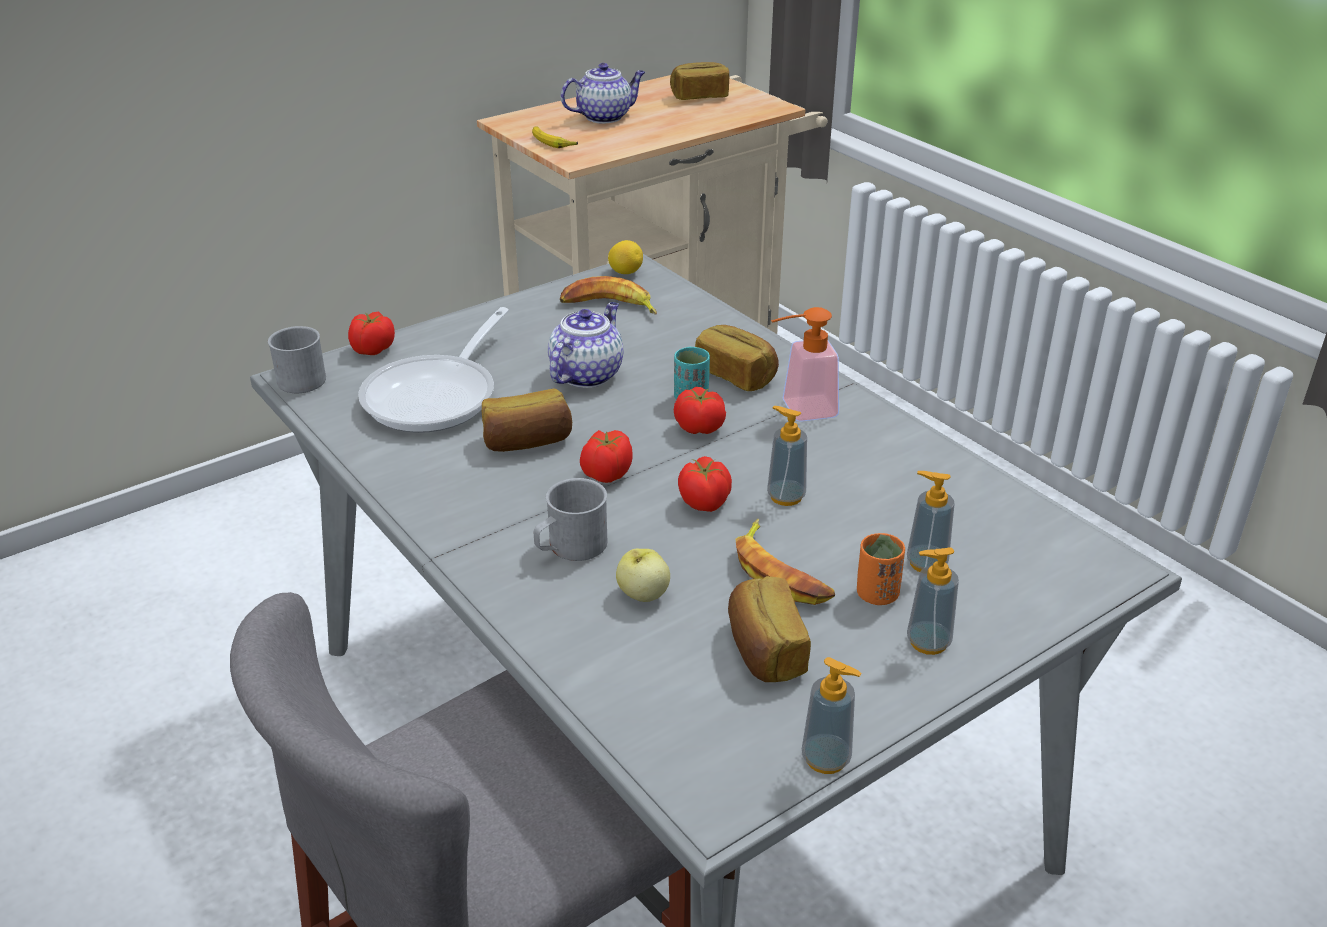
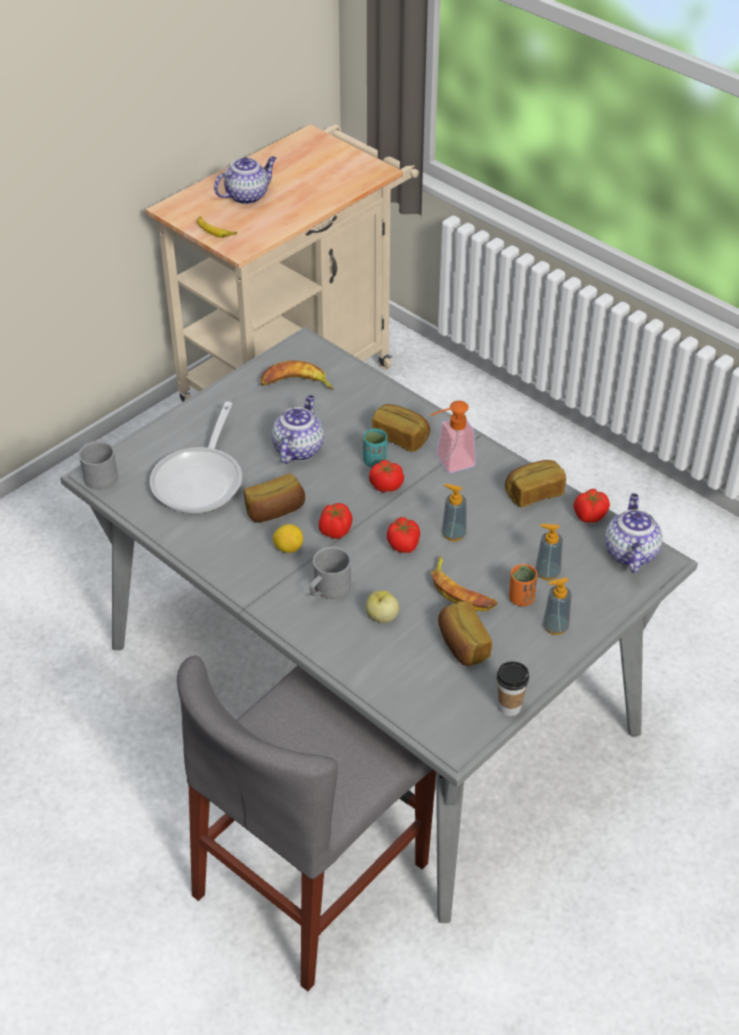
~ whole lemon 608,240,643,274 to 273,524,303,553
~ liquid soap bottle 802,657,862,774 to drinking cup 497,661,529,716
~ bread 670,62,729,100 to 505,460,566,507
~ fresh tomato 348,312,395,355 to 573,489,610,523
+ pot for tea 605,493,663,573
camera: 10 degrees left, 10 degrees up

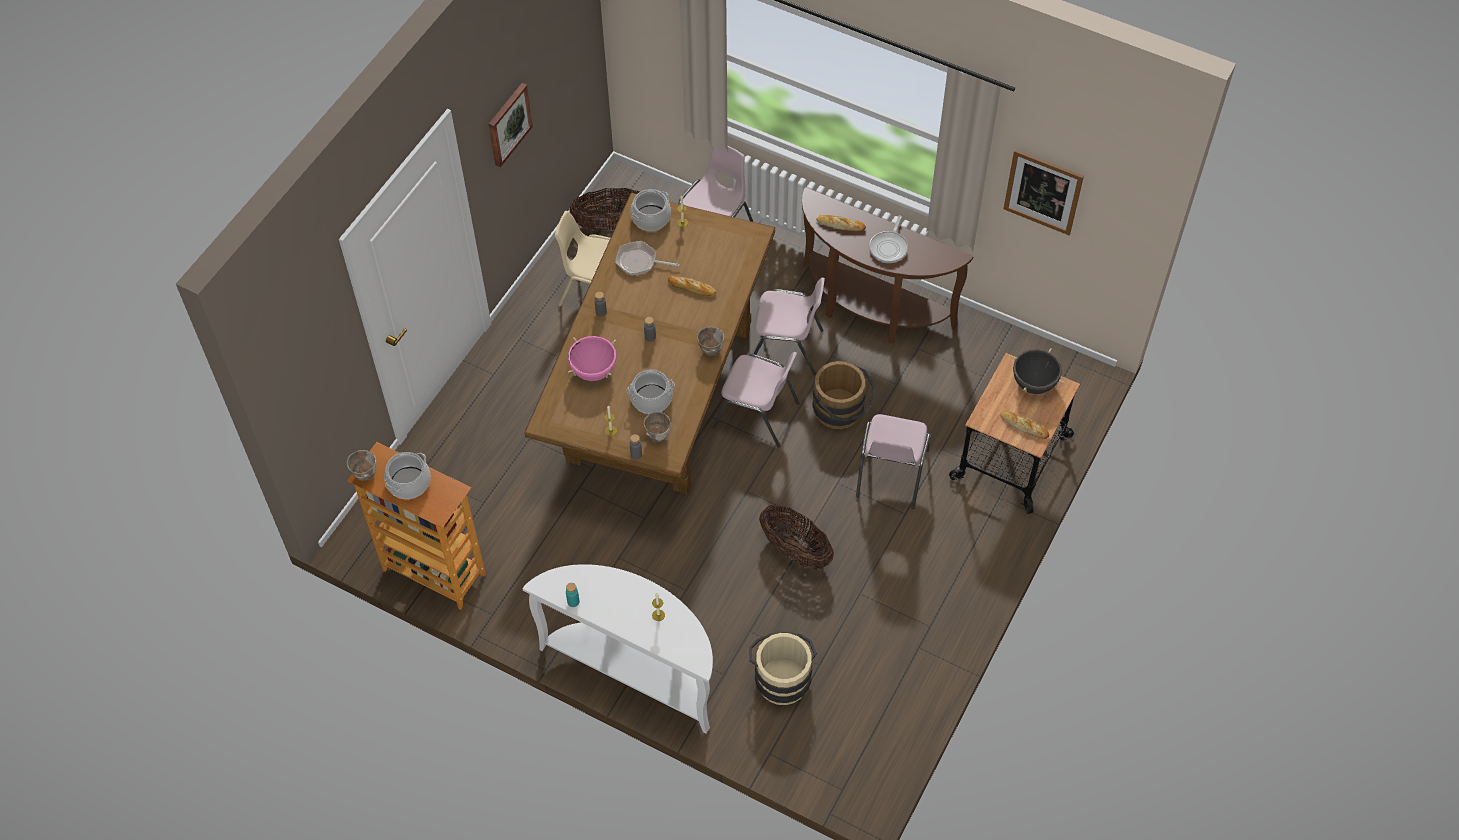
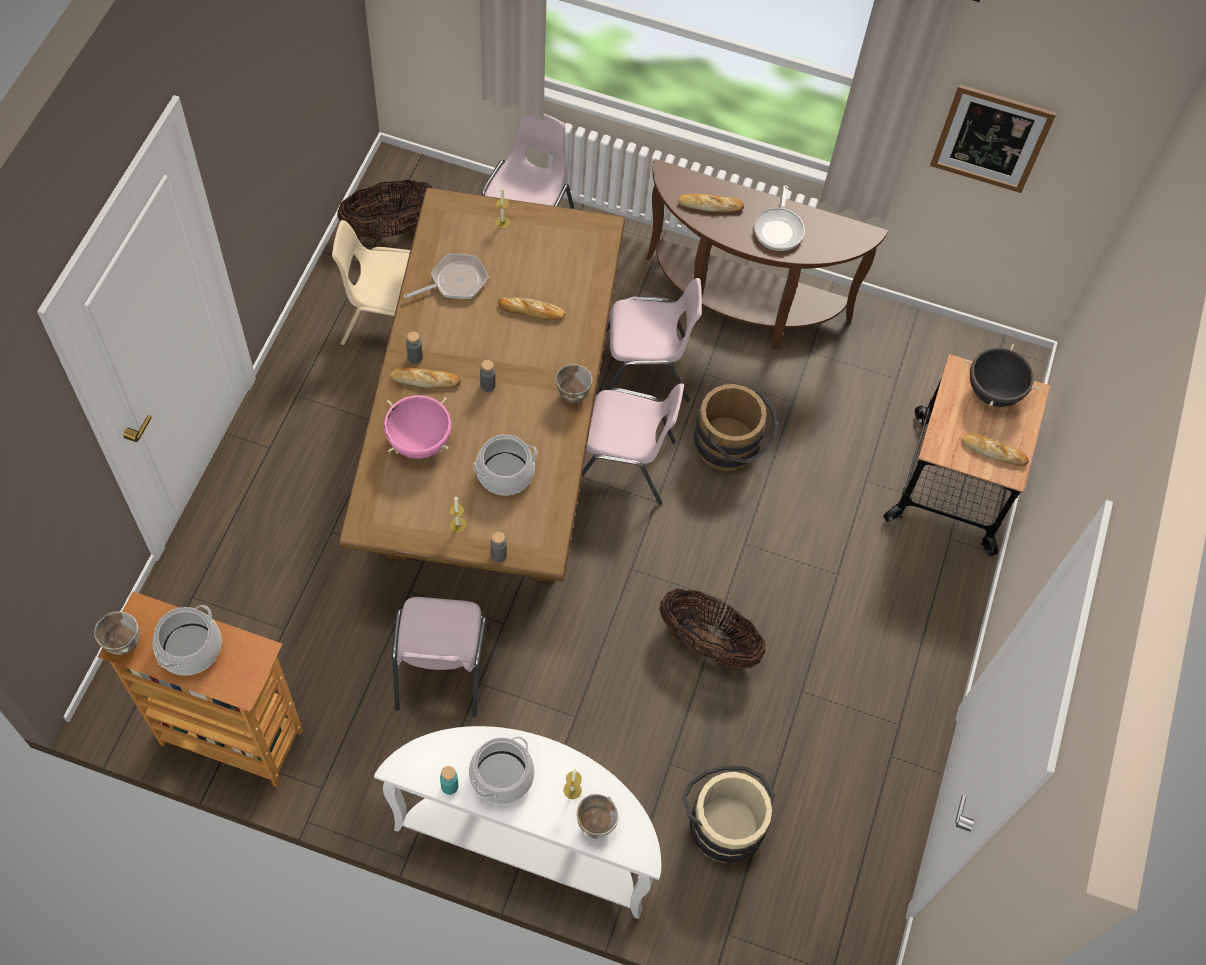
+ bread 390,368,461,388
~ chair in pink-coloured 856,414,931,509 to 392,597,490,717
~ pan 615,241,680,276 = 404,254,489,299 150 degrees clockwise
~ stockpot 630,189,671,231 to 469,737,535,805
~ deep dish 644,411,671,442 to 577,794,618,838
- wall picture 489,83,533,167
camera: 15 degrees left, 5 degrees up

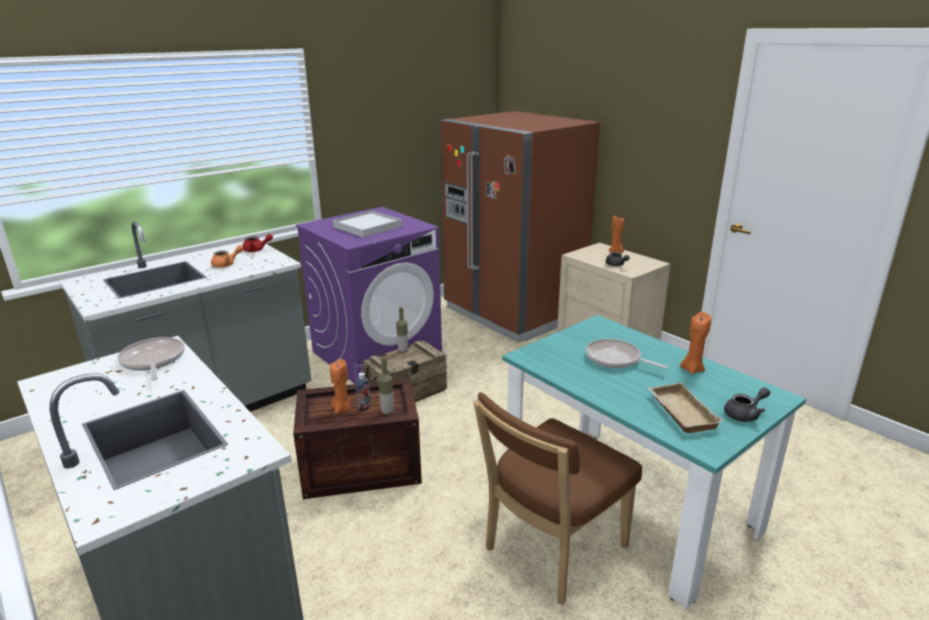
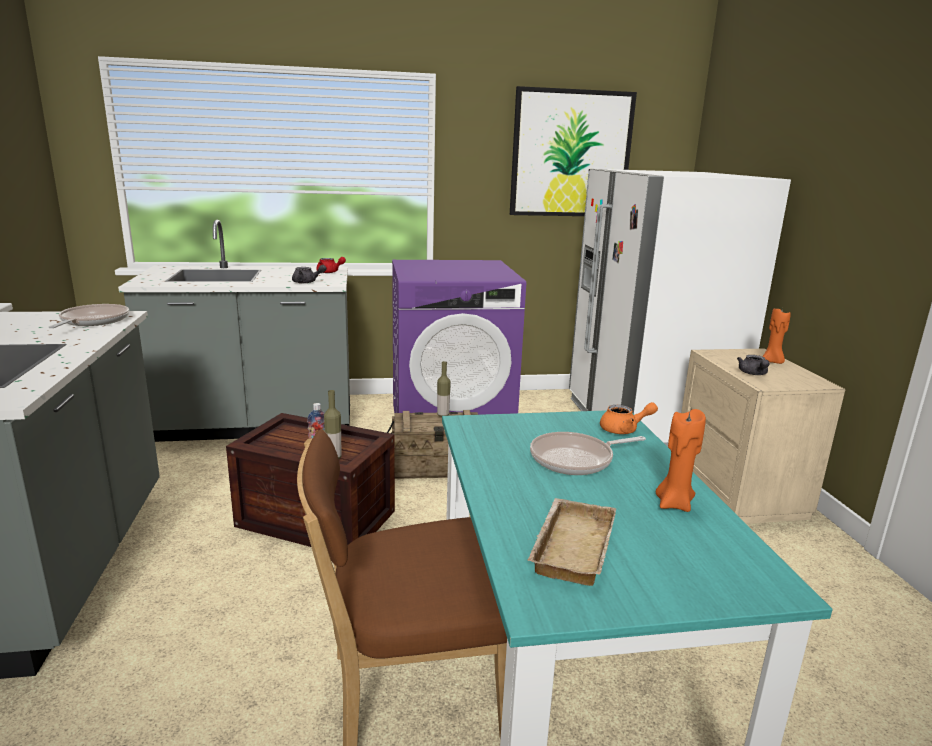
~ pot for tea in gray 724,387,770,422 to 292,265,327,283
+ wall picture 510,86,637,216
~ pan 586,339,668,369 = 530,432,646,475 90 degrees counterclockwise
~ refrigerator in brown 440,111,600,343 to refrigerator in whitish 569,169,791,447
~ pot for tea in orange-coloured 211,245,244,268 to 600,402,658,434
- candle in orange-coloured 330,359,351,414
- carrying tray in whitish 333,211,402,237
camera: 30 degrees right, 5 degrees down

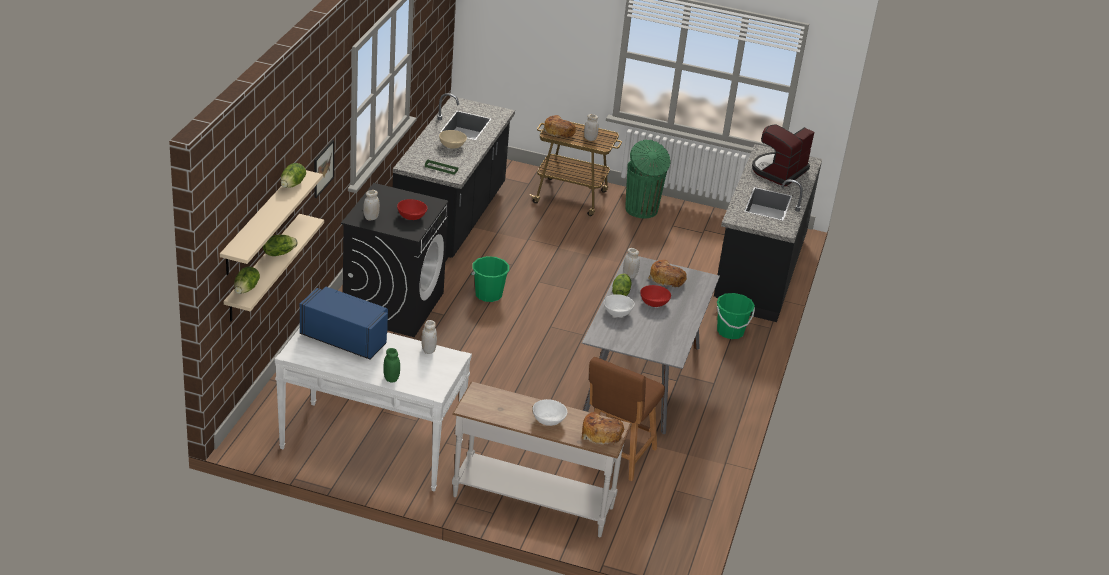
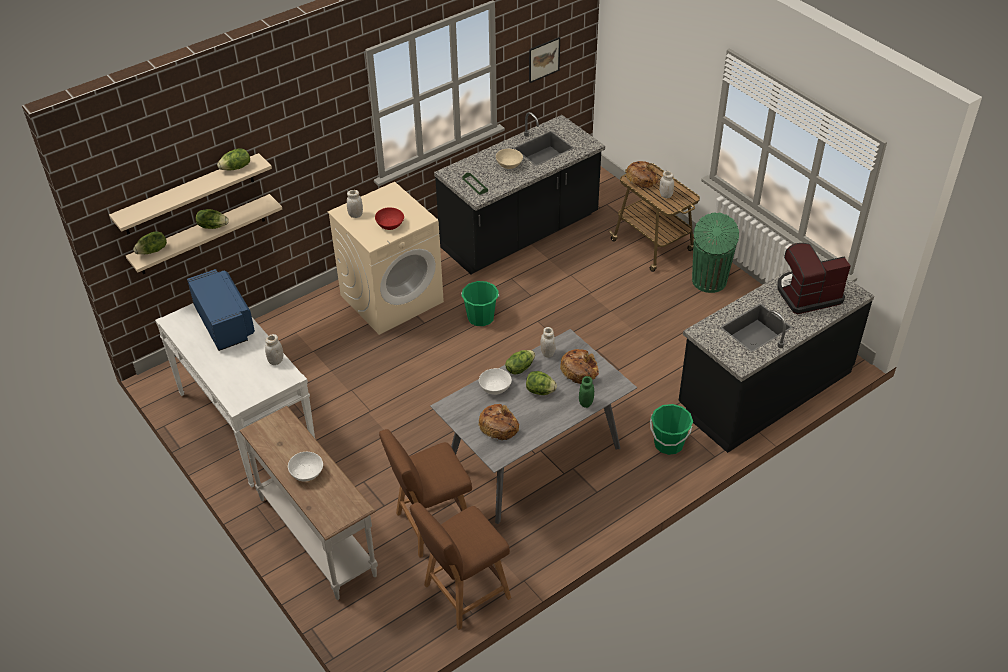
~ laundry machine in black 341,183,449,337 to laundry machine in beige 327,182,444,335
+ stool in brown 410,502,511,630
~ bread 582,412,625,445 to 478,404,519,441
~ deep dish in red-coloured 640,285,671,307 to lettuce head 526,371,557,395
~ wall picture 314,140,334,198 to 529,37,560,83
~ jar in green-coloured 383,348,400,382 to 579,376,594,408
camera: 40 degrees right, 10 degrees up

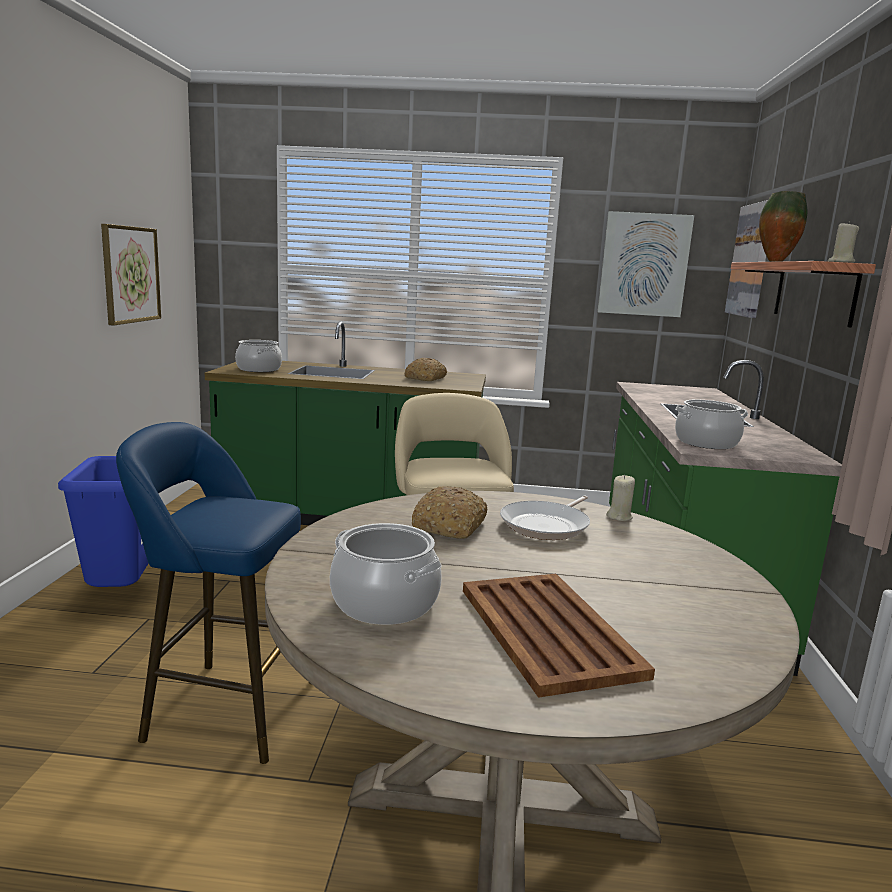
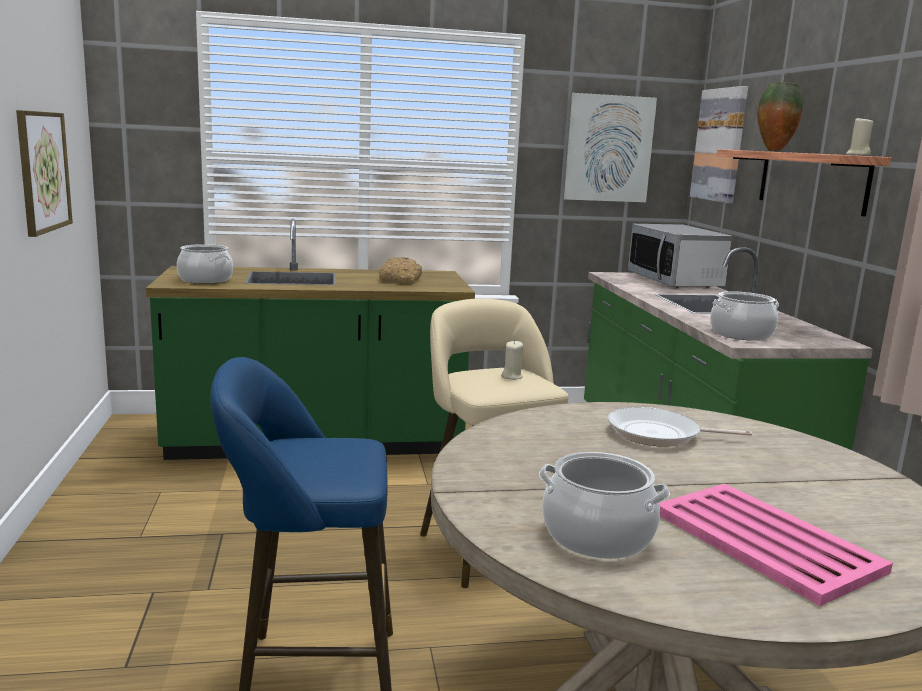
~ candle in beige 606,475,635,521 to 501,340,523,380
~ pan 500,496,590,540 = 608,407,752,447 75 degrees clockwise
+ kitchen microwave 628,224,732,288
~ carrying tray in brown 463,574,655,698 to carrying tray in pink-coloured 660,484,893,606
- trash can in blue-coloured 58,456,149,587
- bread 412,486,487,539
camera: 15 degrees left, 0 degrees up

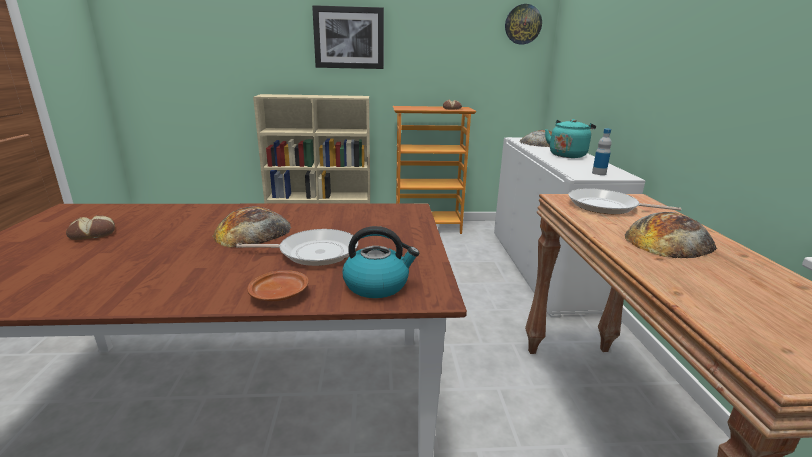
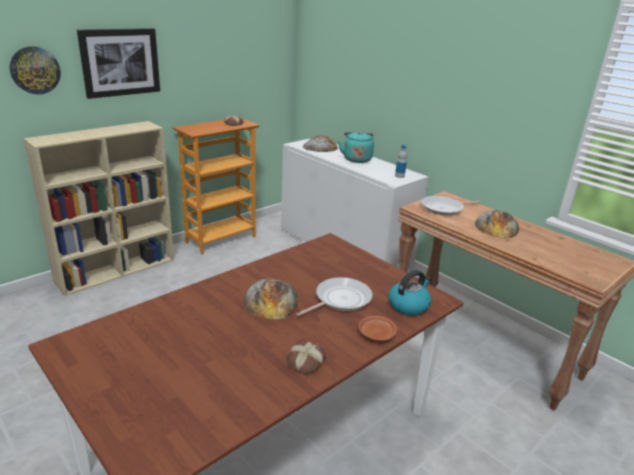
~ clock on the wall 505,4,542,45 to 10,46,61,94
~ bread 66,215,115,240 to 286,342,326,374
camera: 40 degrees left, 5 degrees up

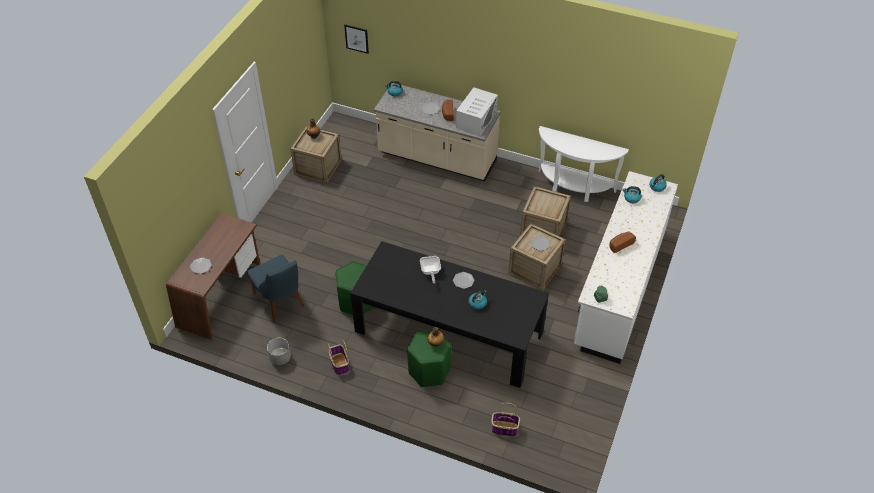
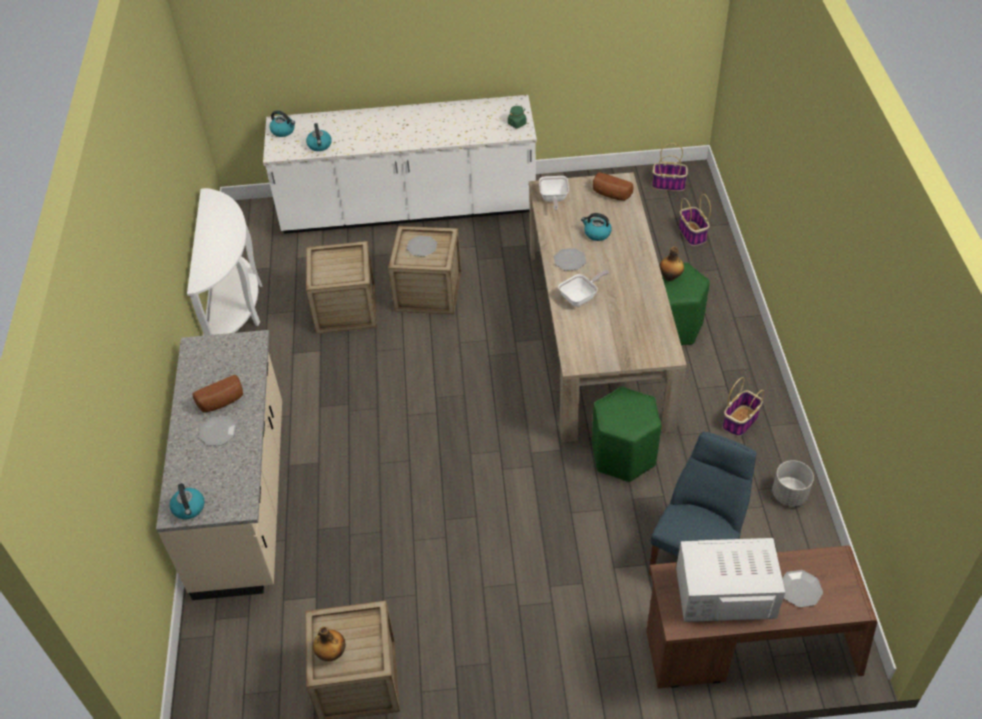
~ dinner table in black 350,241,549,388 to dinner table in beige 529,172,687,442
+ pan 539,176,569,211
~ bread 609,231,636,253 to 593,172,634,201
+ storage basket 652,143,688,191
~ kitchen microwave in whitish 456,87,498,136 to 676,538,785,622
- wall picture 344,24,369,54
camera: 115 degrees left, 0 degrees up

